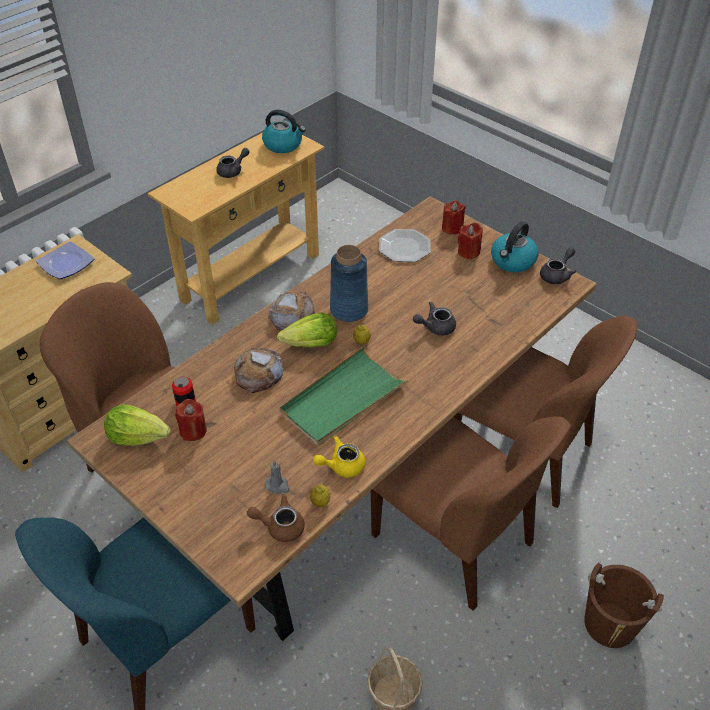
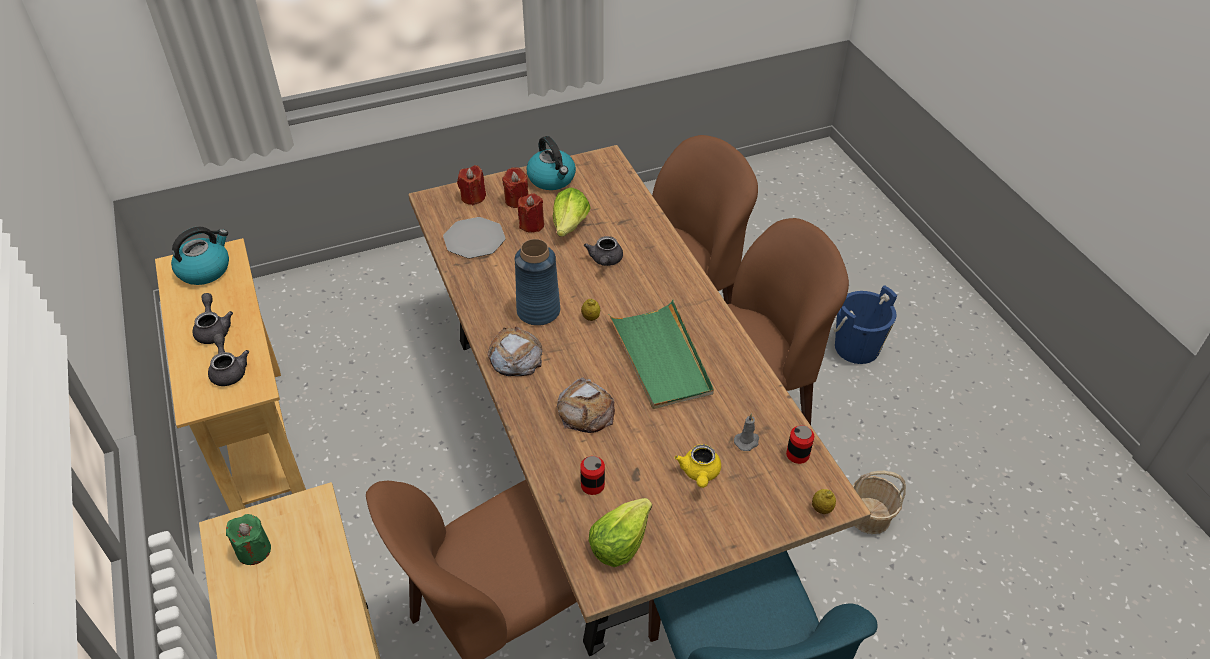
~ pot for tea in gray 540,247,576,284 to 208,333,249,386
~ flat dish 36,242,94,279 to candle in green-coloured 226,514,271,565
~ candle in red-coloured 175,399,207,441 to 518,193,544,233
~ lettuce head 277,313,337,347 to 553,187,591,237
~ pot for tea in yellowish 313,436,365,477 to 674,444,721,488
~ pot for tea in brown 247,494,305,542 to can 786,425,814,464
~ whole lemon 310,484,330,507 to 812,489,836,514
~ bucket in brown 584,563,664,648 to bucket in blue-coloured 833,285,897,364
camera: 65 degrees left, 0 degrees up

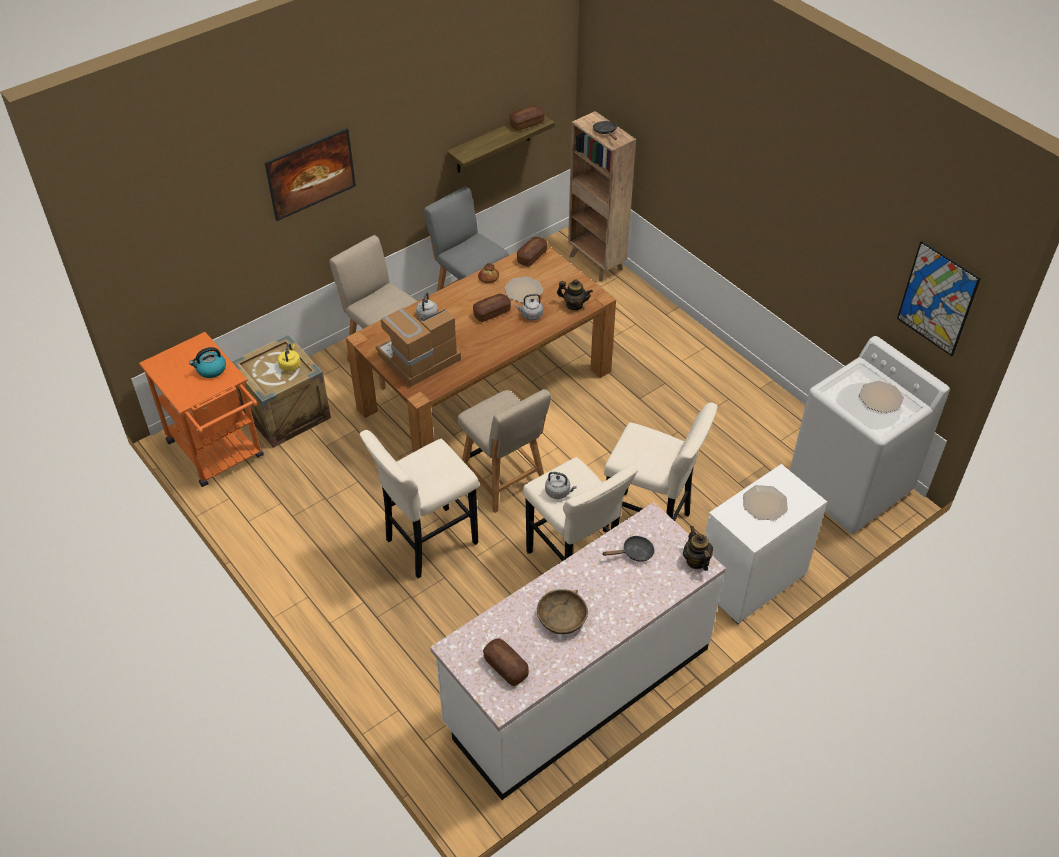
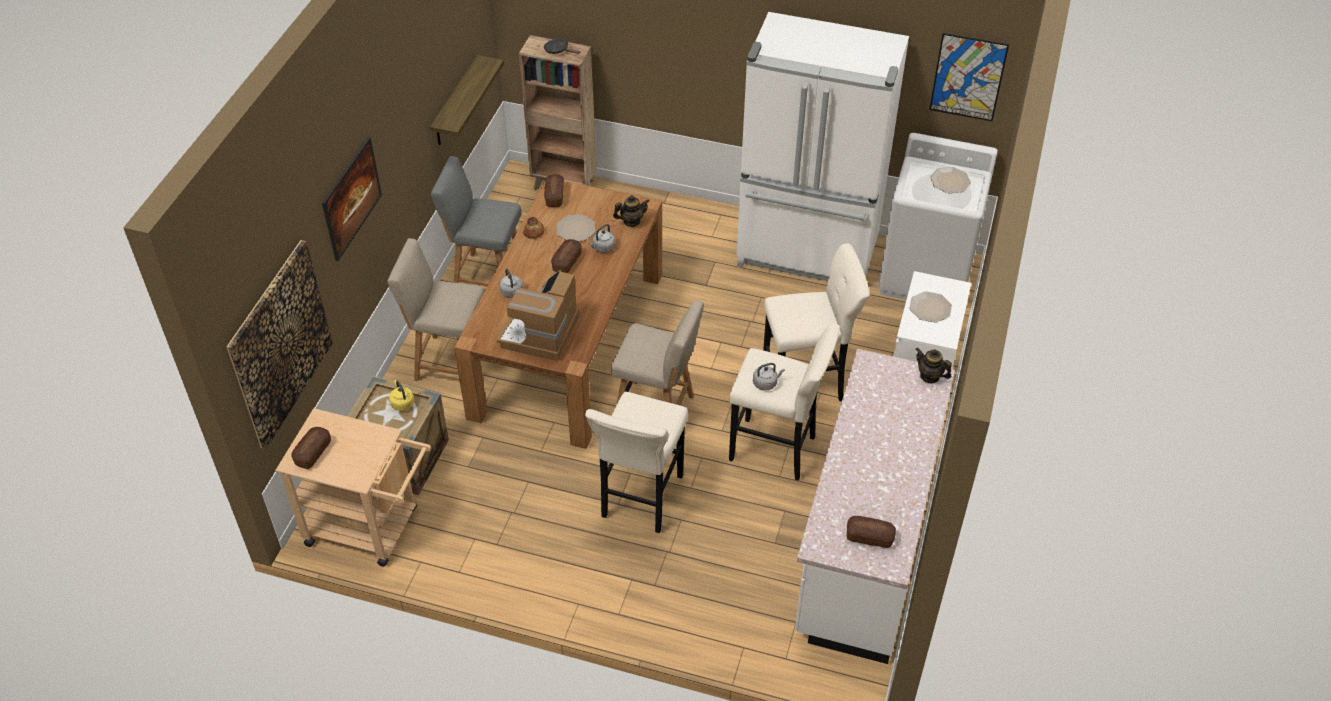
+ wall picture 227,240,333,449
~ trolley in orange-coloured 139,332,264,487 to trolley in beige 275,408,431,567
~ bread 509,106,545,131 to 292,427,331,469
+ refrigerator in whitish 736,12,909,281
- kettle 189,347,226,378
- deep dish in brown 537,589,588,634
- pan in black 603,536,655,562
camera: 35 degrees left, 0 degrees up

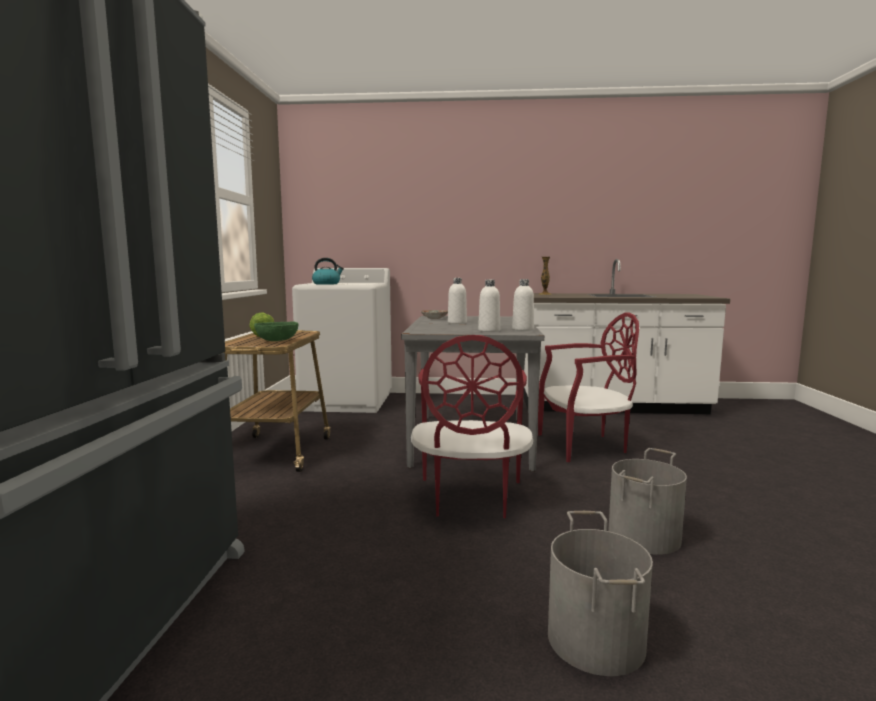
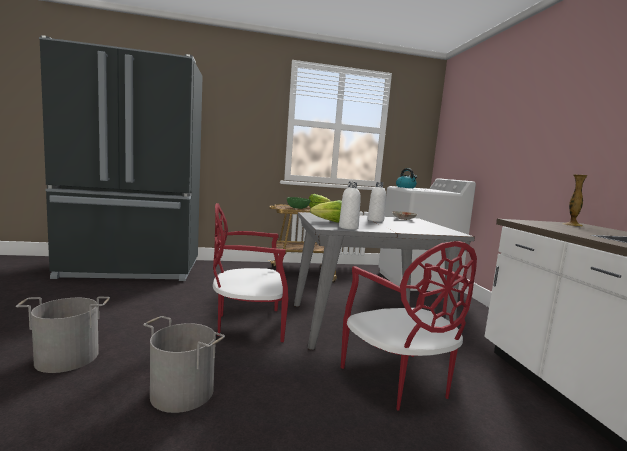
~ drink bottle in whitish 478,280,500,332 to lettuce head 310,200,342,223
camera: 75 degrees right, 0 degrees up

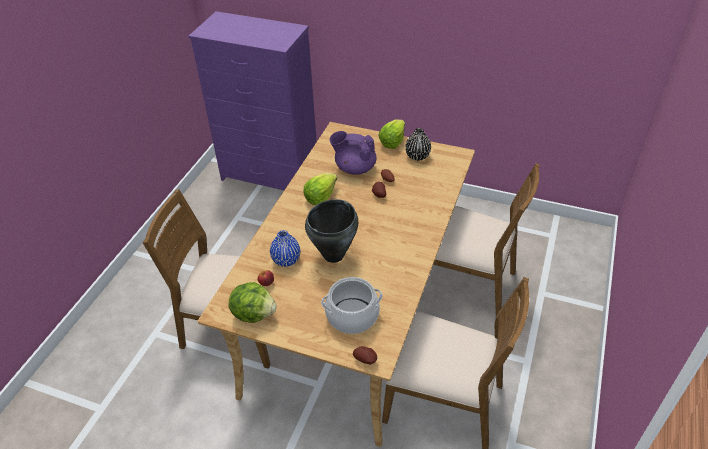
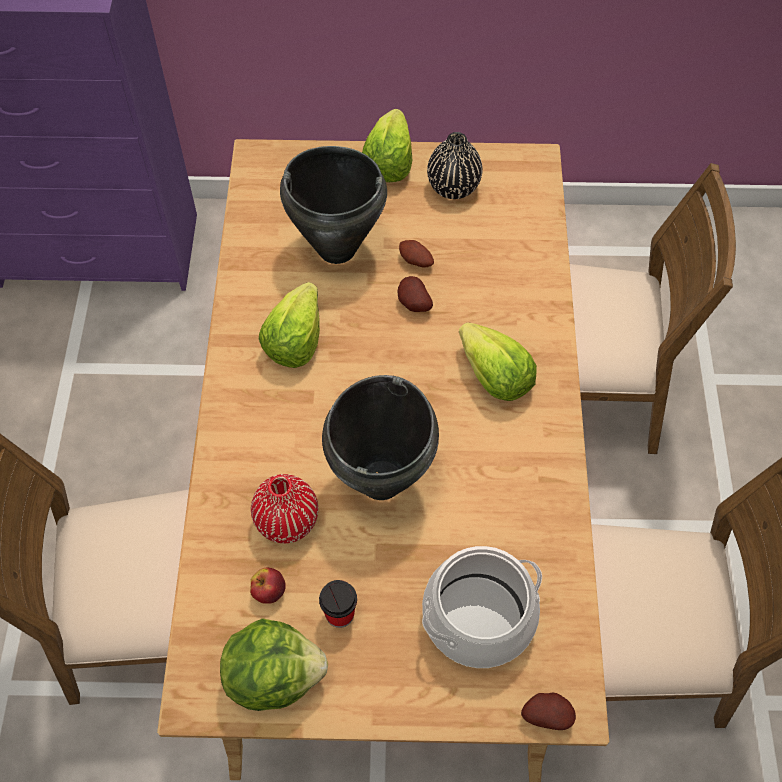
~ flower vase in blue-coloured 270,230,300,267 to flower vase in red-coloured 251,474,318,543
~ pot for tea in purple 330,131,377,175 to stockpot in black 280,146,387,264
+ drinking cup 319,580,357,628
+ lettuce head 459,322,537,401
camera: 20 degrees left, 15 degrees up

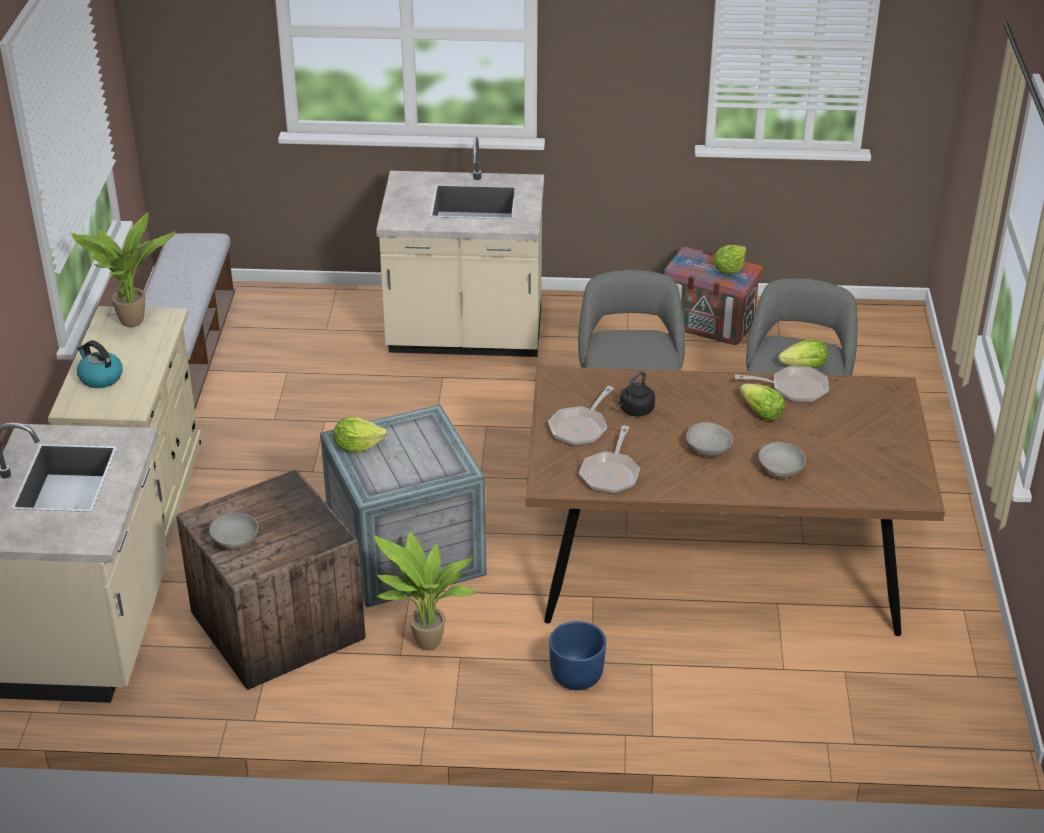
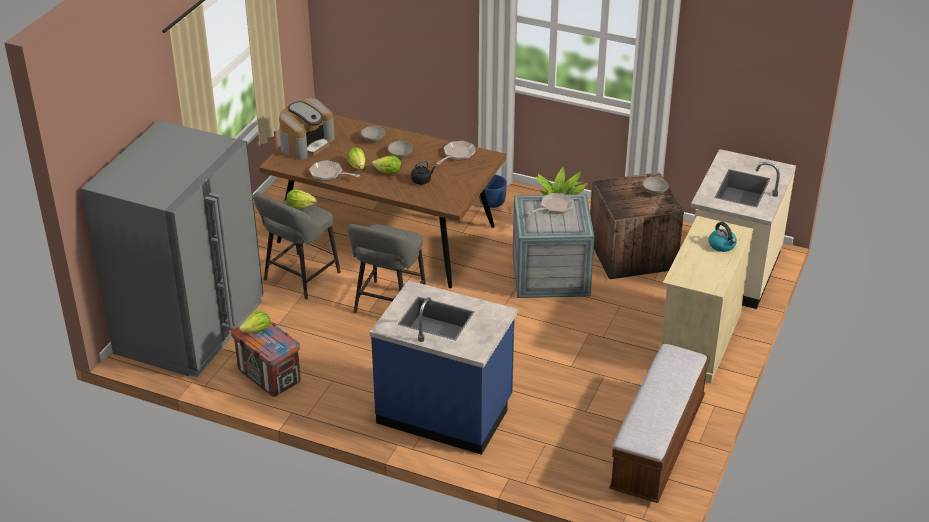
+ refrigerator in gray 81,120,263,377
+ coffee machine 279,98,335,160
~ counter in beige 376,137,544,357 to counter in blue-coloured 370,280,518,455
~ lettuce head 333,417,387,452 to 372,156,402,174
~ pan 548,386,614,446 to 527,193,573,215
- potted plant 71,212,176,327
camera: 160 degrees left, 0 degrees up

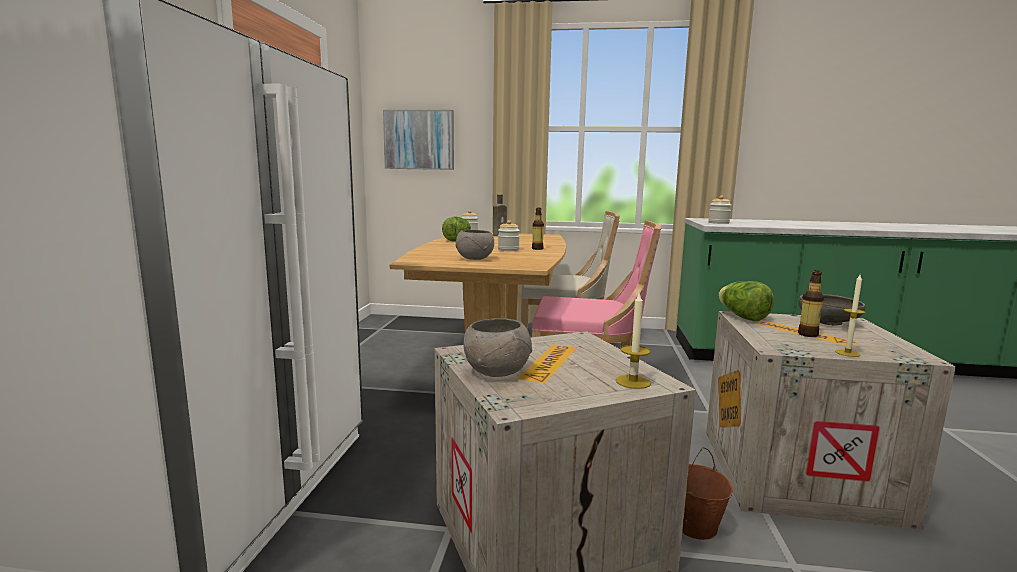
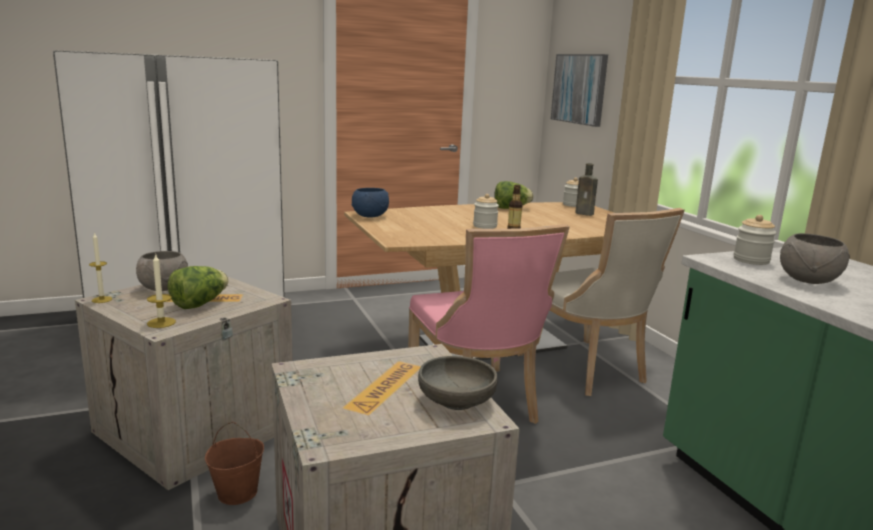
~ candle 835,275,865,357 to 89,232,112,303
~ lettuce head 718,281,774,321 to 168,266,229,309
+ deep dish in blue-coloured 351,188,389,218
~ deep dish in gray 455,230,494,260 to 780,233,850,284
- drink bottle 798,270,824,337
camera: 60 degrees right, 5 degrees up

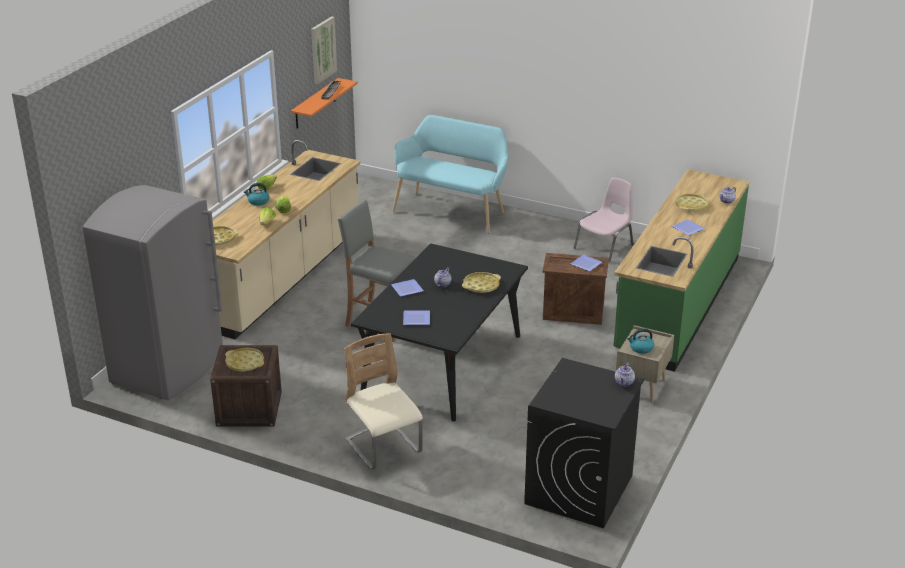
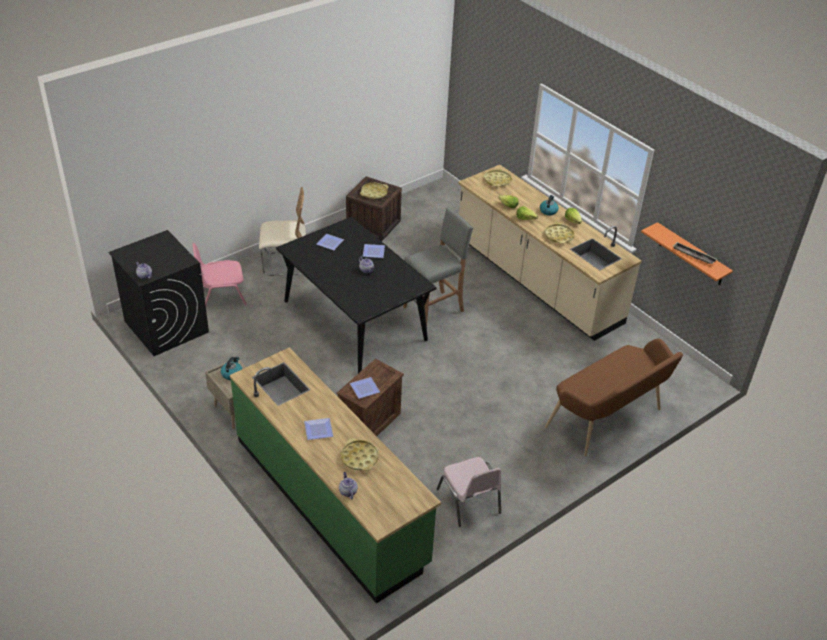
+ chair in pink-coloured 193,243,247,305
~ carrying tray in yellowish 462,272,501,293 to 545,222,574,244
~ long seat in blue-green 392,115,508,234 to long seat in brown 545,338,683,456
- refrigerator in gray 82,185,223,400
- wall picture 311,16,337,84
camera: 115 degrees right, 10 degrees up

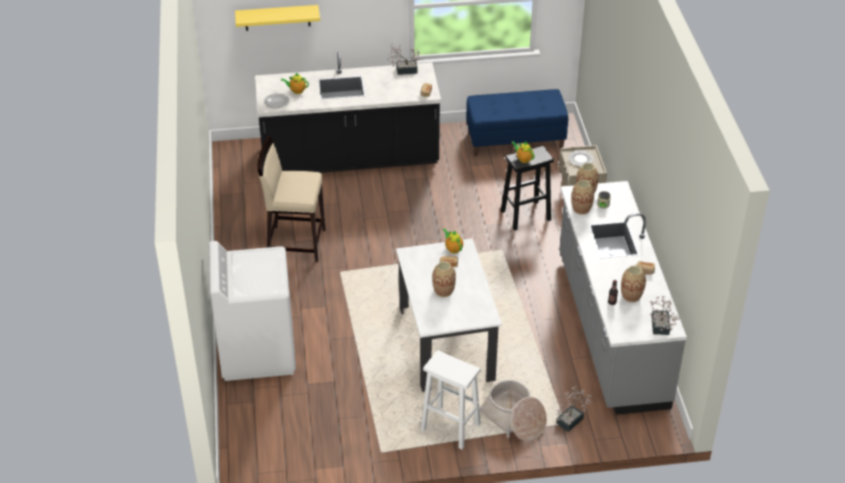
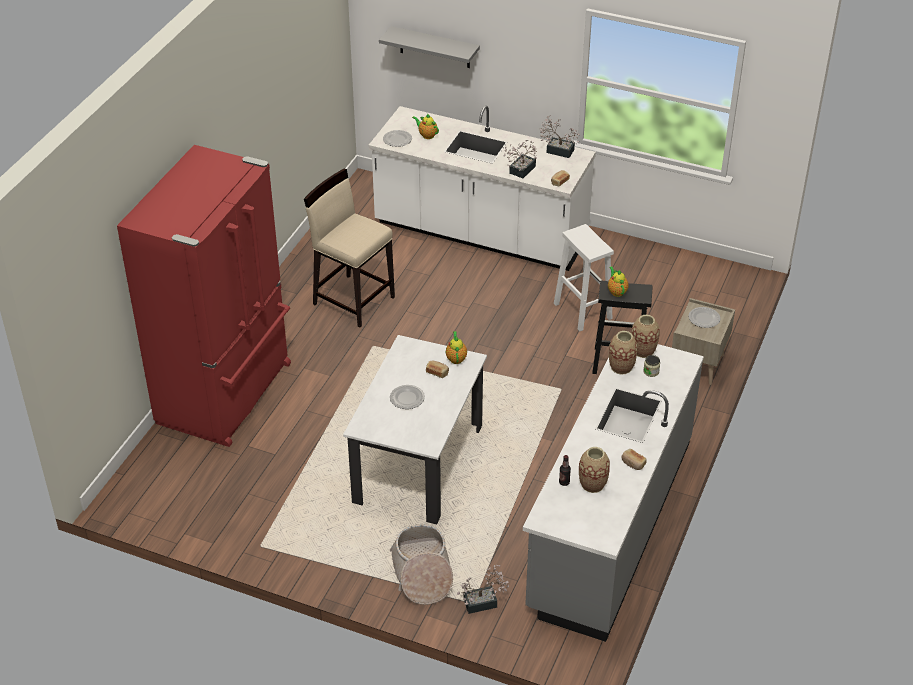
~ laundry machine in whitish 209,241,296,381 to refrigerator in red-coloured 117,145,291,447
~ counter in black 255,52,441,173 to counter in whitish 369,106,596,271
~ bracket shelf in yellowish 235,5,320,31 to bracket shelf in gray 379,26,480,68
~ flower vase 432,261,456,297 to flat dish 390,385,425,409
~ potted plant 650,296,680,335 to 504,140,537,178
~ stool in whitish 420,350,481,449 to 554,224,614,331
- long seat in blue-coloured 466,89,568,156
camera: 30 degrees right, 0 degrees up

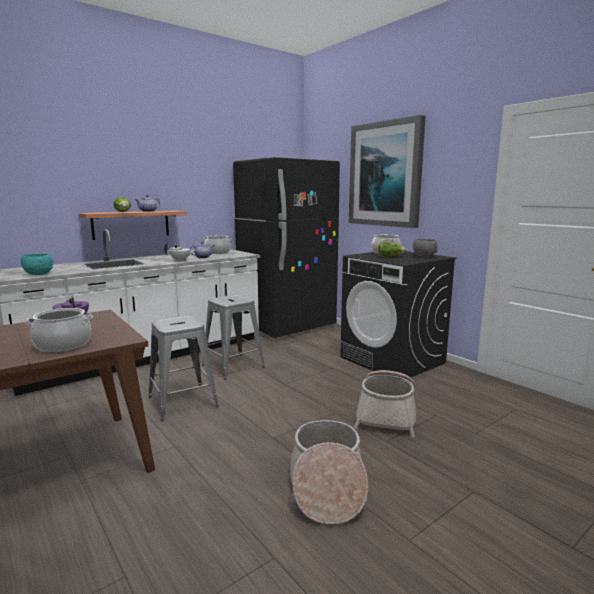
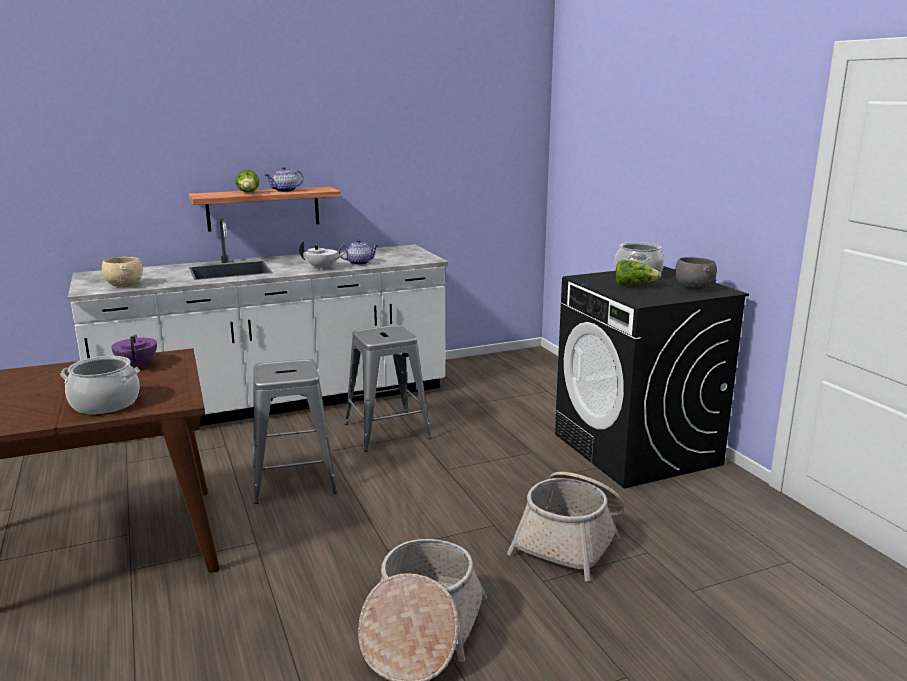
~ deep dish in blue-green 21,254,53,275 to deep dish in beige 102,257,143,287
- stockpot 204,236,231,254
- refrigerator in black 233,157,340,338
- wall picture 349,115,425,228
camera: 15 degrees right, 5 degrees up

